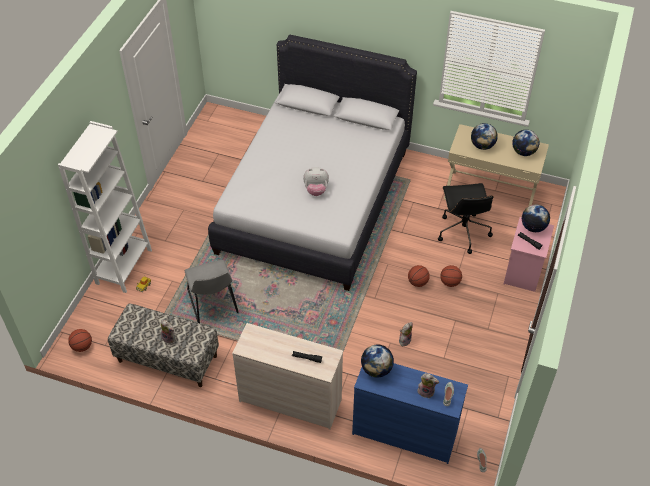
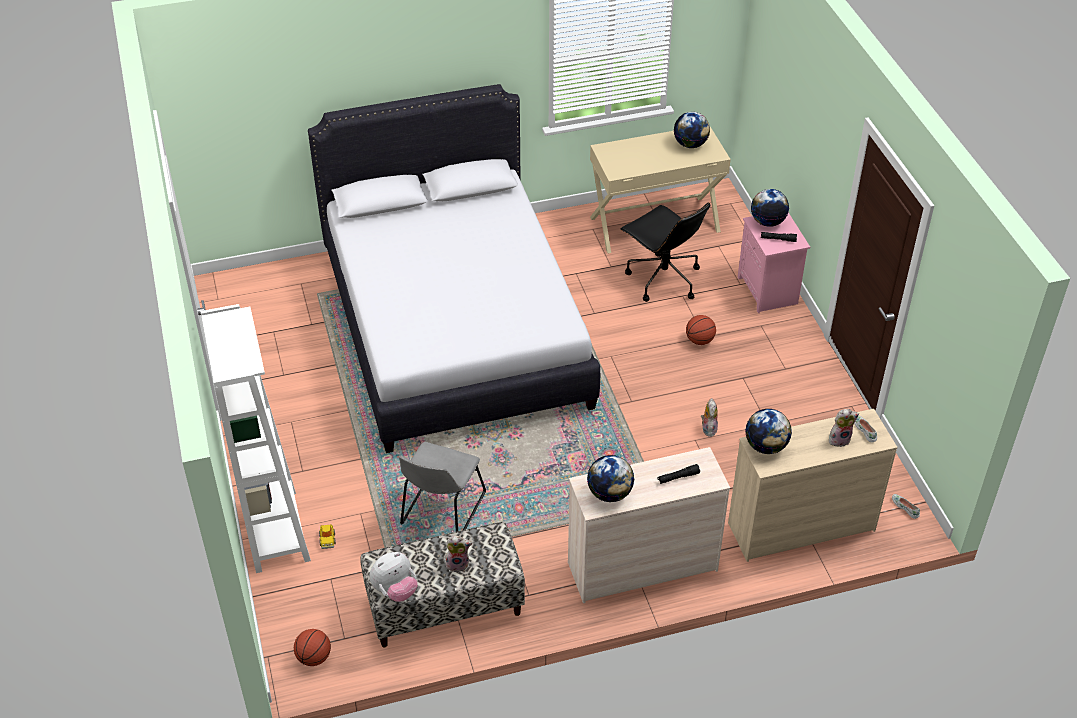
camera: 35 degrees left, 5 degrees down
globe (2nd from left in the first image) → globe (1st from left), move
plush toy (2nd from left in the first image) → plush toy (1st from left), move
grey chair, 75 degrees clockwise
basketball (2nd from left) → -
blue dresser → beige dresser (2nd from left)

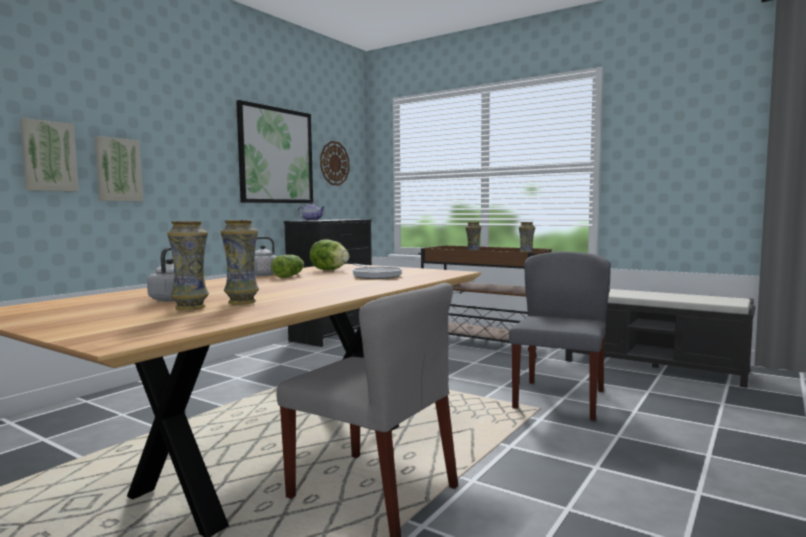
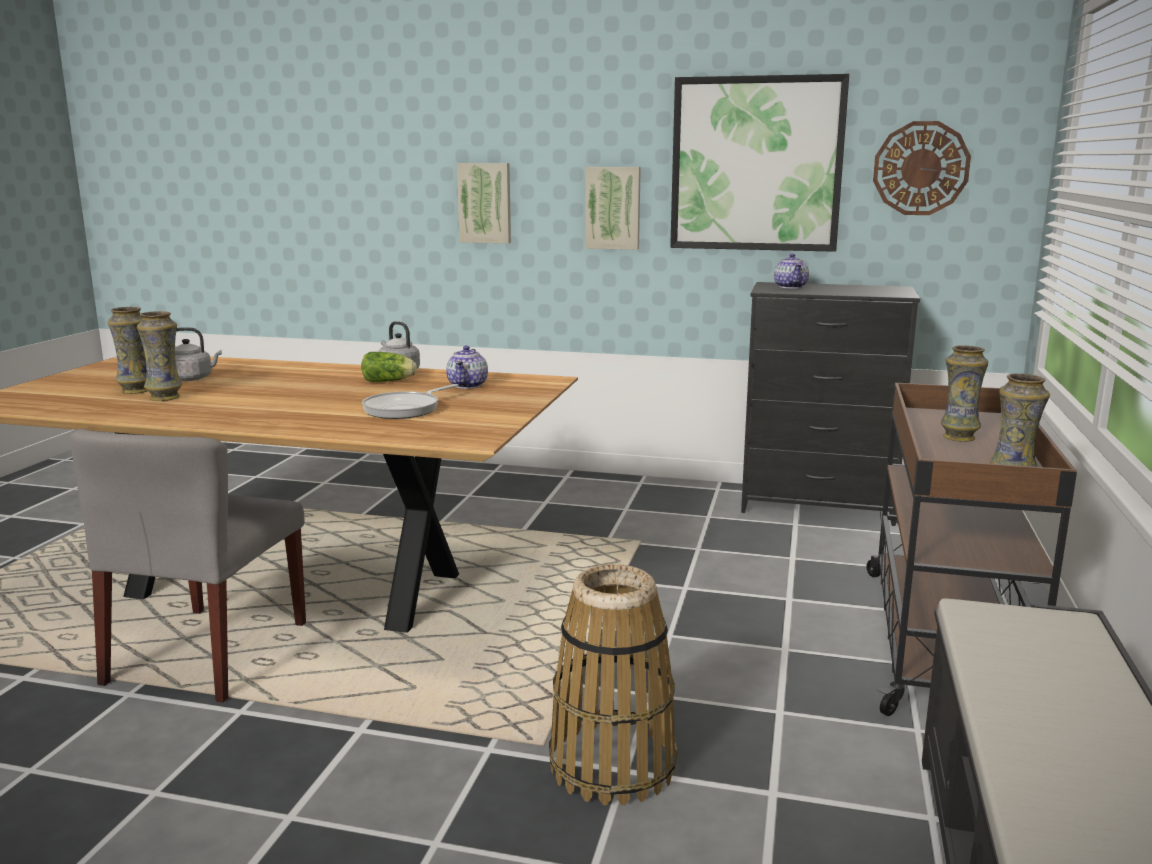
camera: 70 degrees right, 10 degrees up
picture (1st from left in the first image) → picture (2nd from left), move
lettuce (2nd from left) → teapot (1st from left)
grey chair (2nd from left) → basket

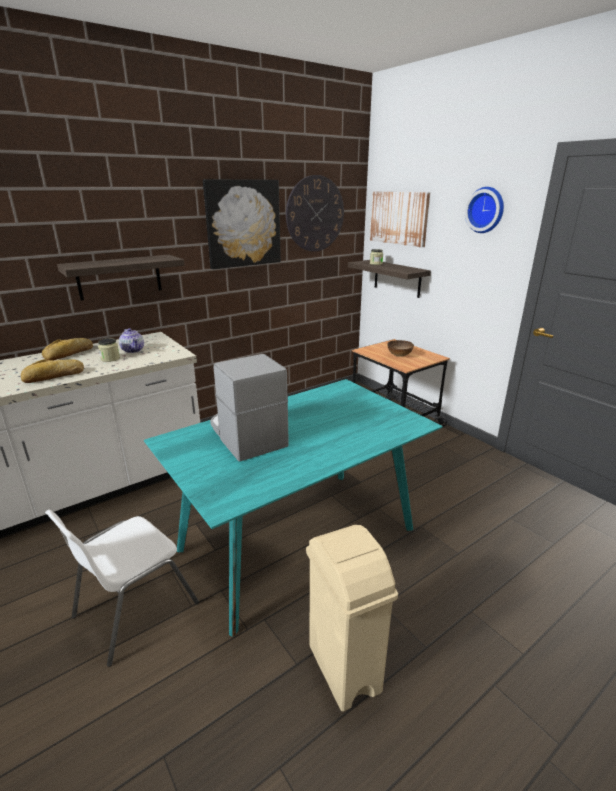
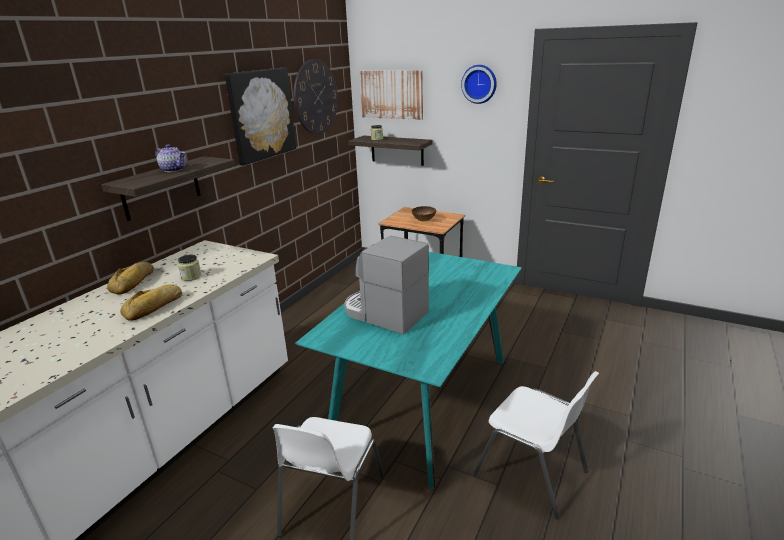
camera: 25 degrees left, 0 degrees up
teapot, move
beige trash can → white chair (2nd from left)

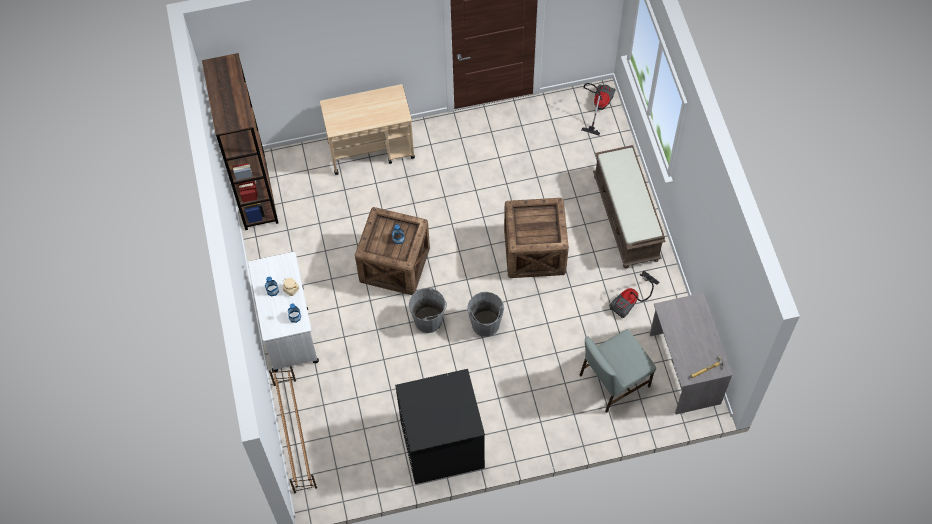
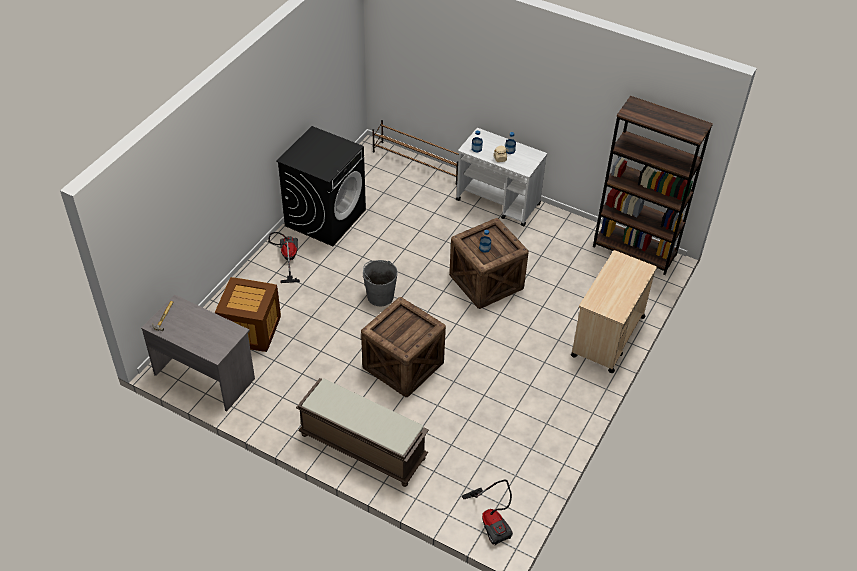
camera: 130 degrees right, 15 degrees down
vacuum cleaner (2nd from left in the first image) → vacuum cleaner (1st from left), move
grey bucket (1st from left) → -
grey chair → crate (1st from left)

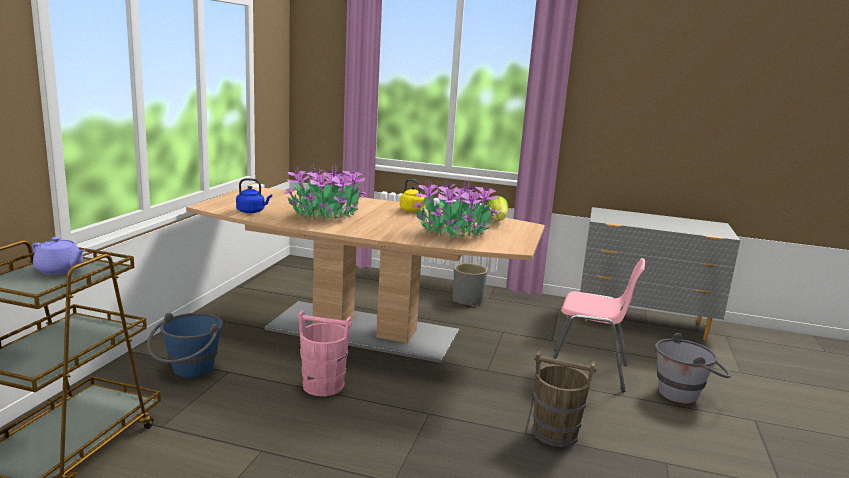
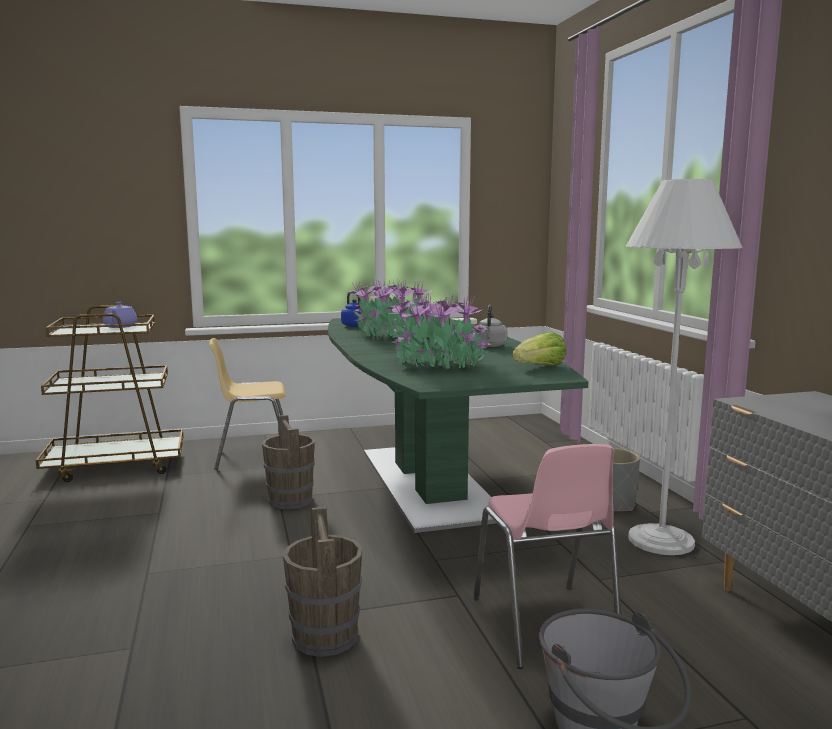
camera: 60 degrees right, 5 degrees down
yellow kettle → grey kettle
brown dining table → green dining table
pink bucket → brown bucket (1st from left)
blue bucket → yellow chair
- → white floor lamp

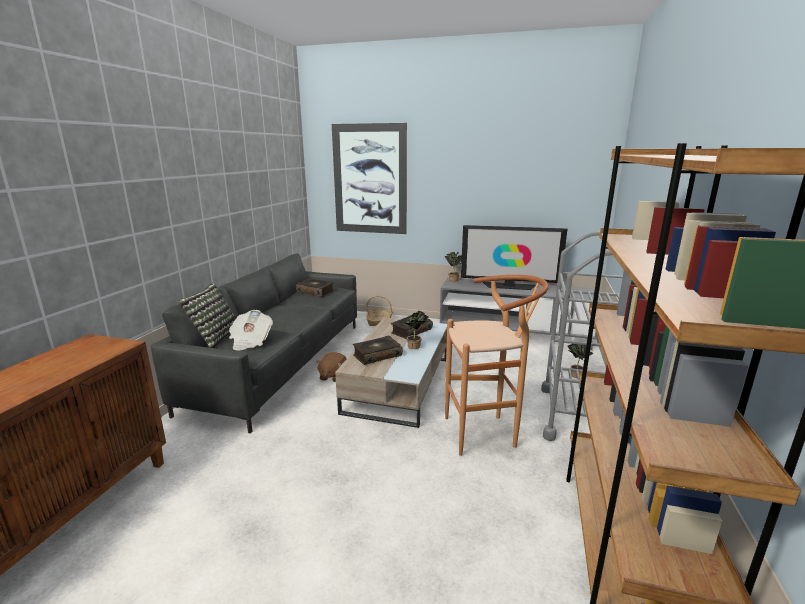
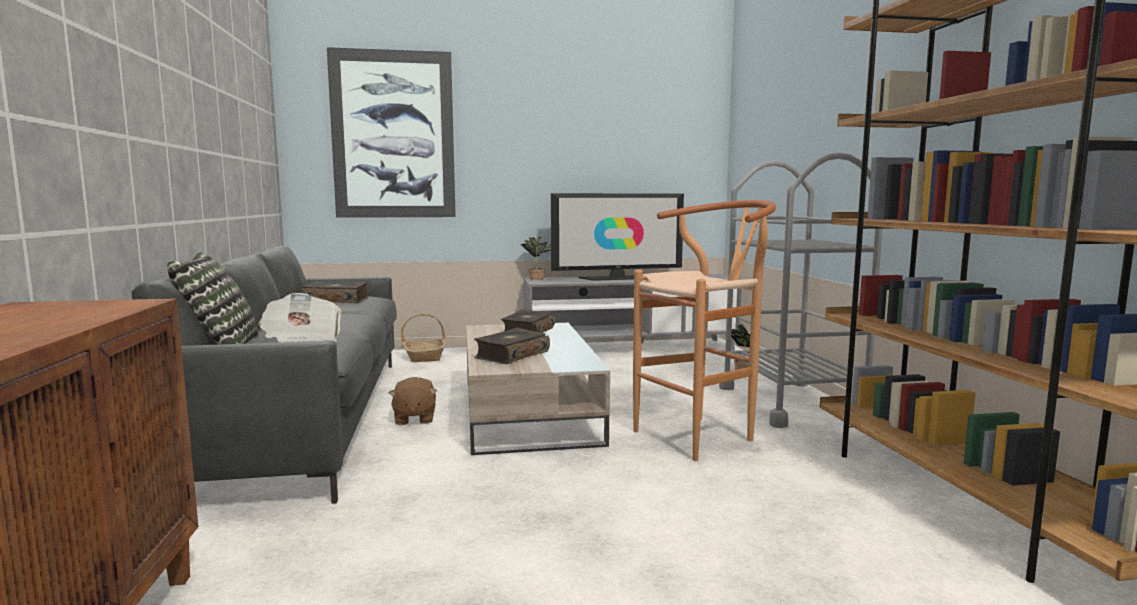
camera: 25 degrees left, 10 degrees down
potted plant (1st from left) → -

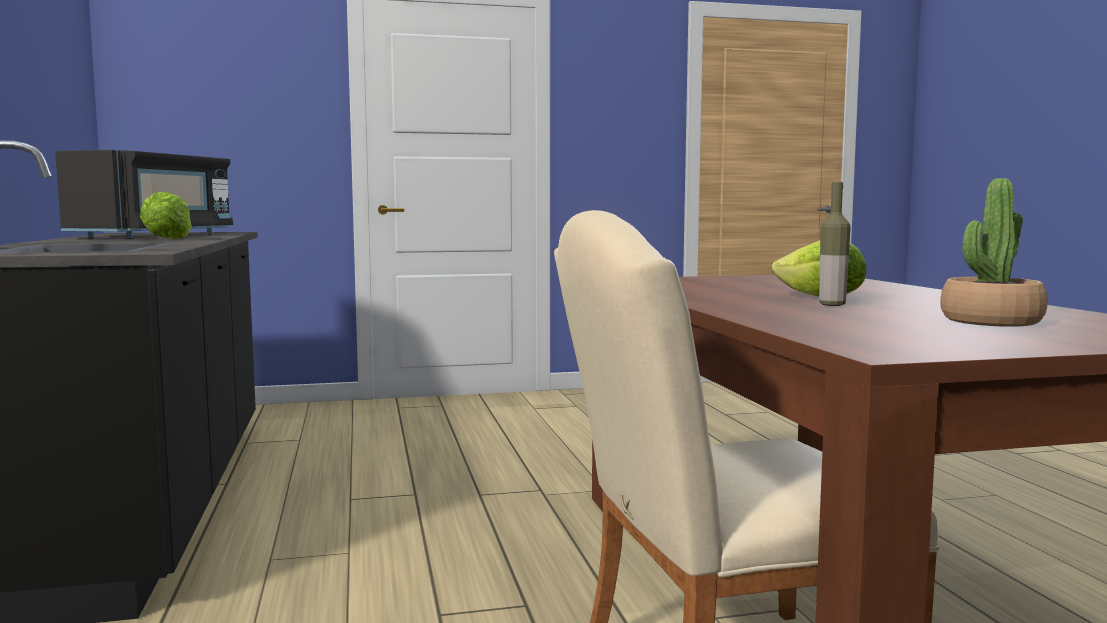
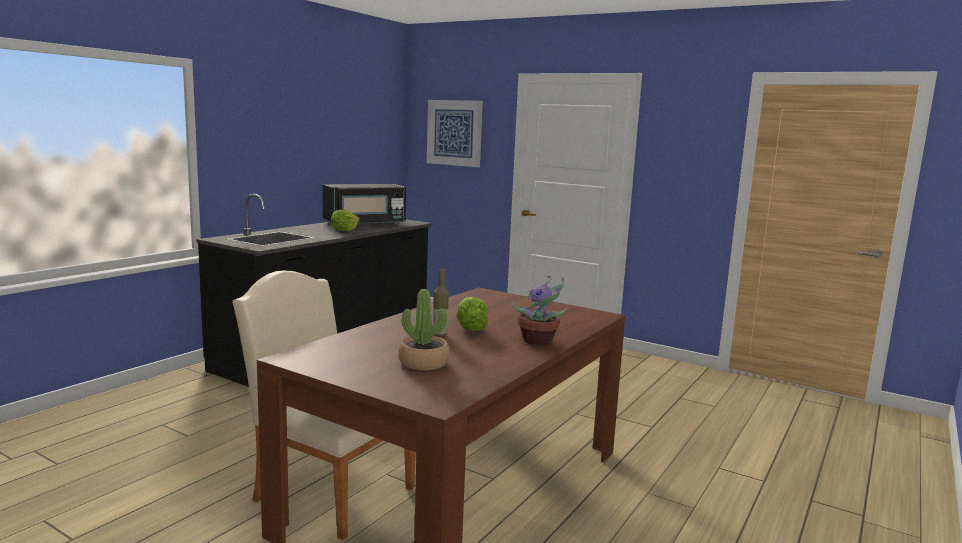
camera: 45 degrees right, 5 degrees up
- → picture
- → potted plant (2nd from left)

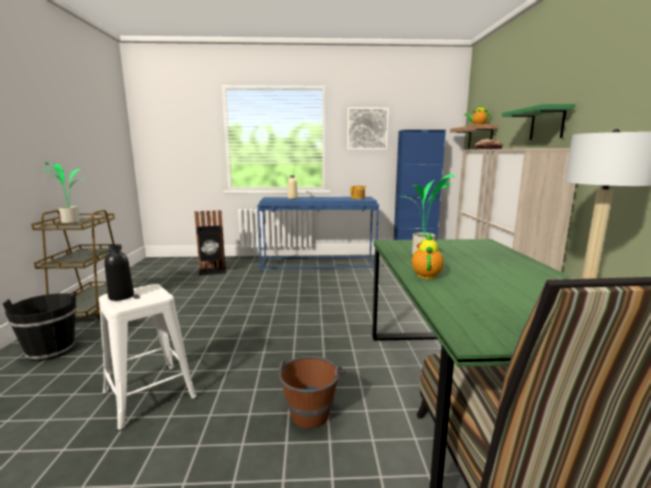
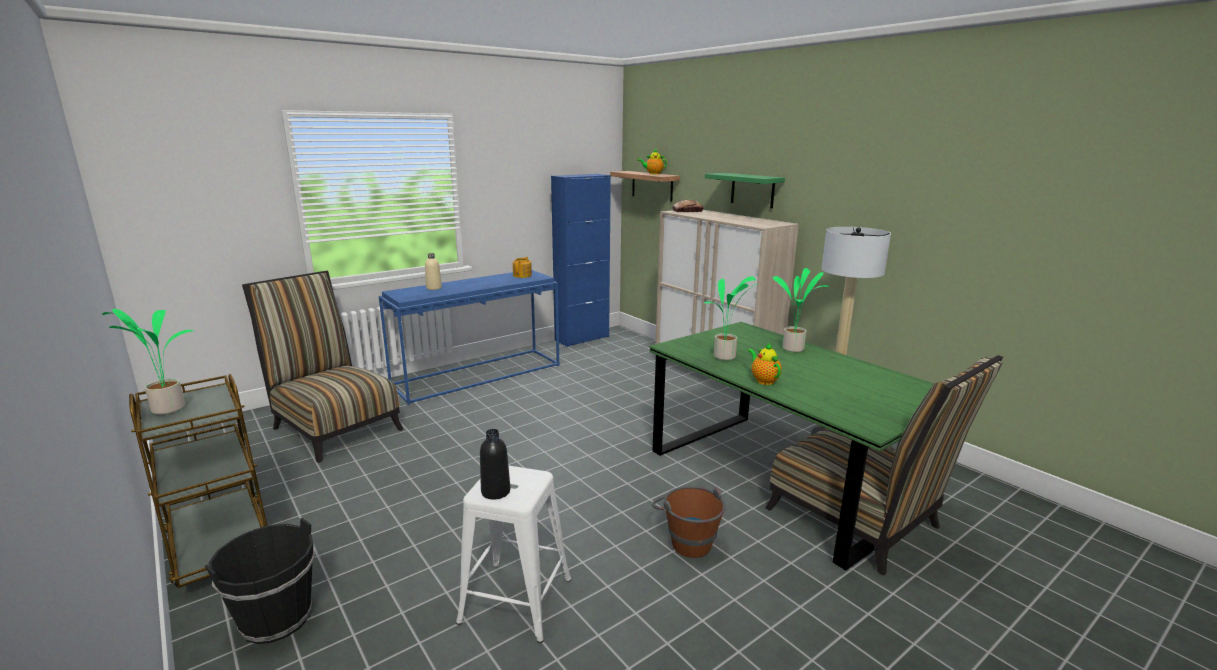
camera: 35 degrees left, 5 degrees up
picture → -
black trash can → chair (1st from left)
- → potted plant (3rd from left)

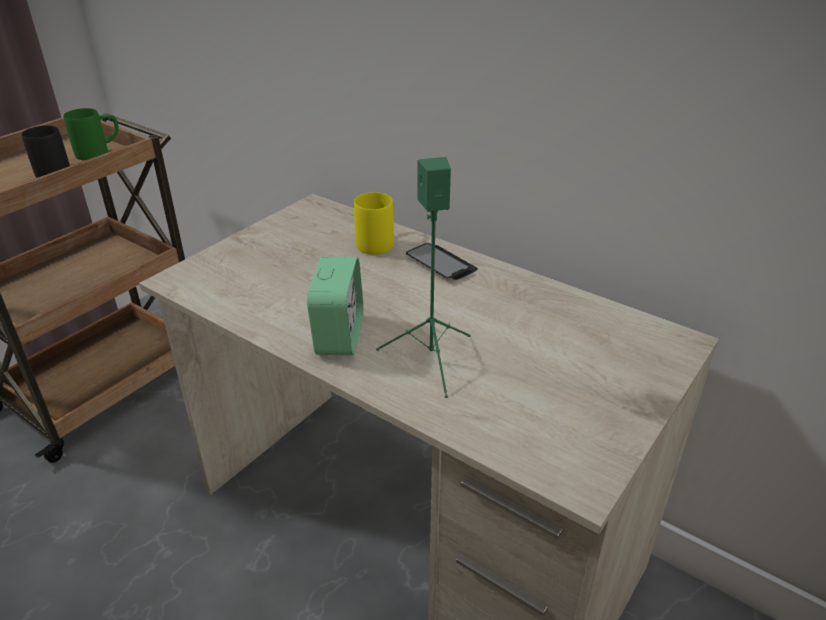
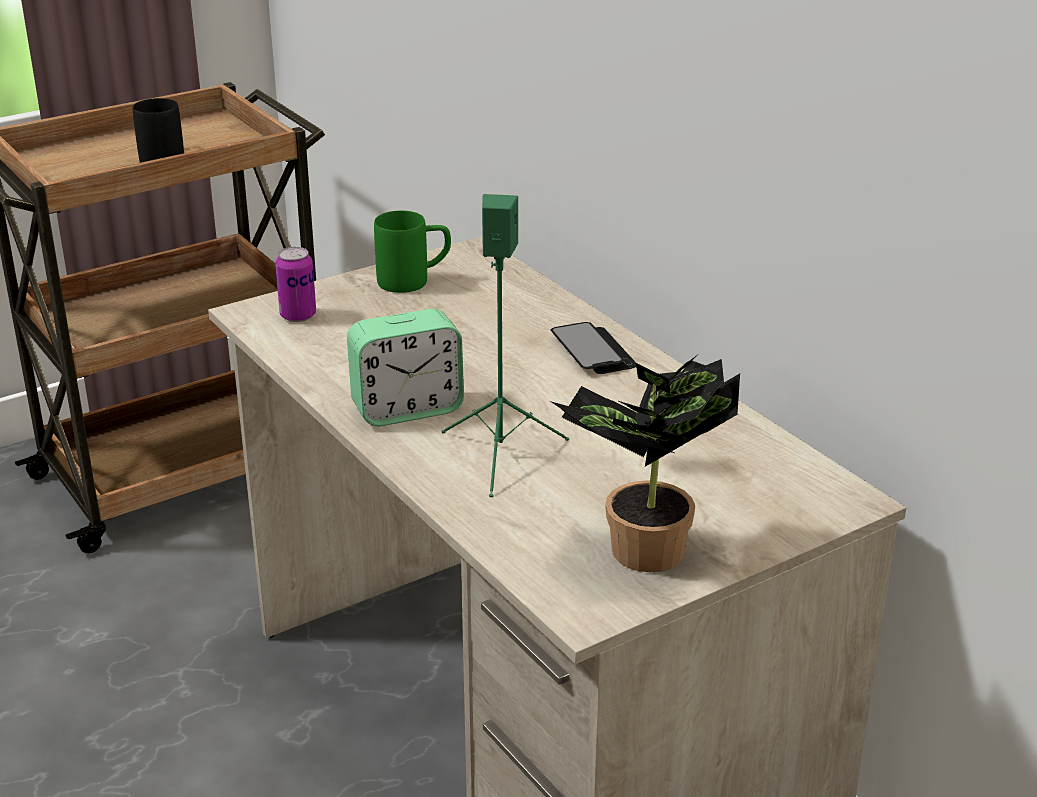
camera: 20 degrees right, 5 degrees down
green mug, move
yellow mug → -
alarm clock, 45 degrees clockwise
- → can
- → potted plant

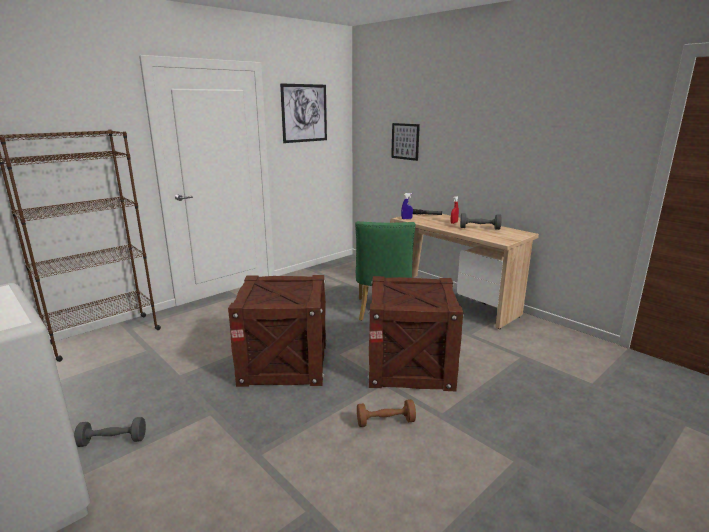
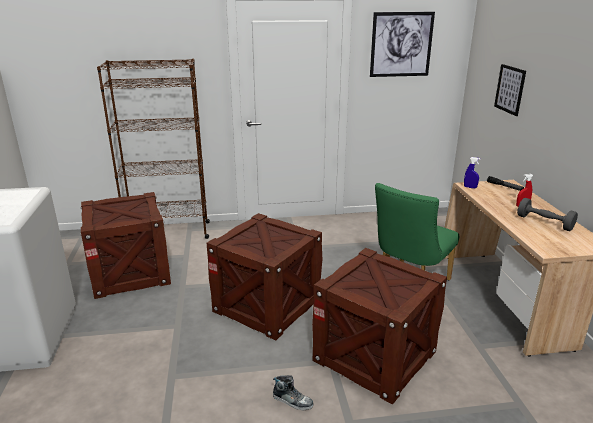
camera: 35 degrees right, 5 degrees up
brown dumbbell → shoe
grey dumbbell (1st from left) → -
- → crate (1st from left)

